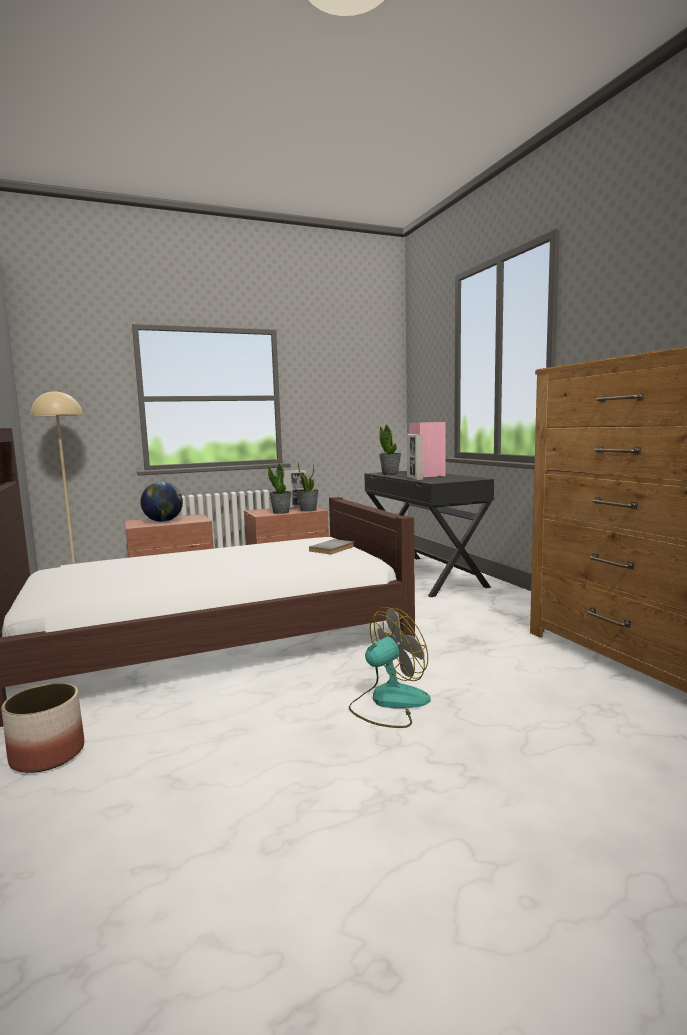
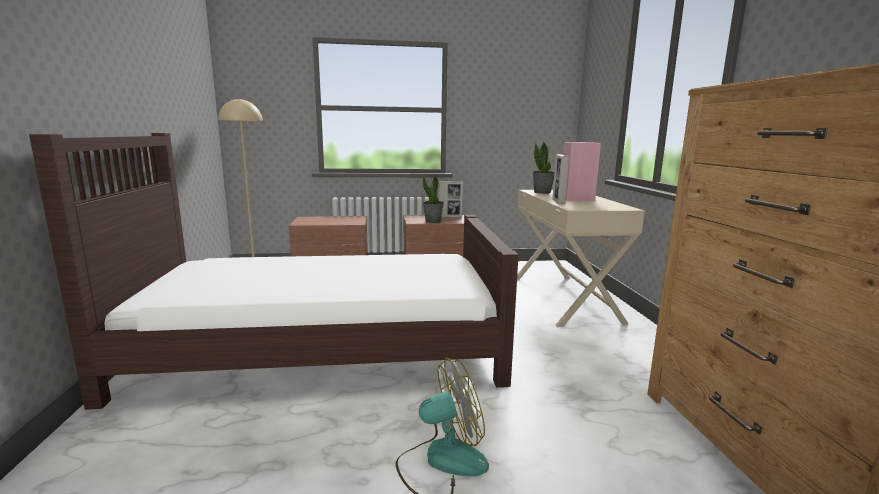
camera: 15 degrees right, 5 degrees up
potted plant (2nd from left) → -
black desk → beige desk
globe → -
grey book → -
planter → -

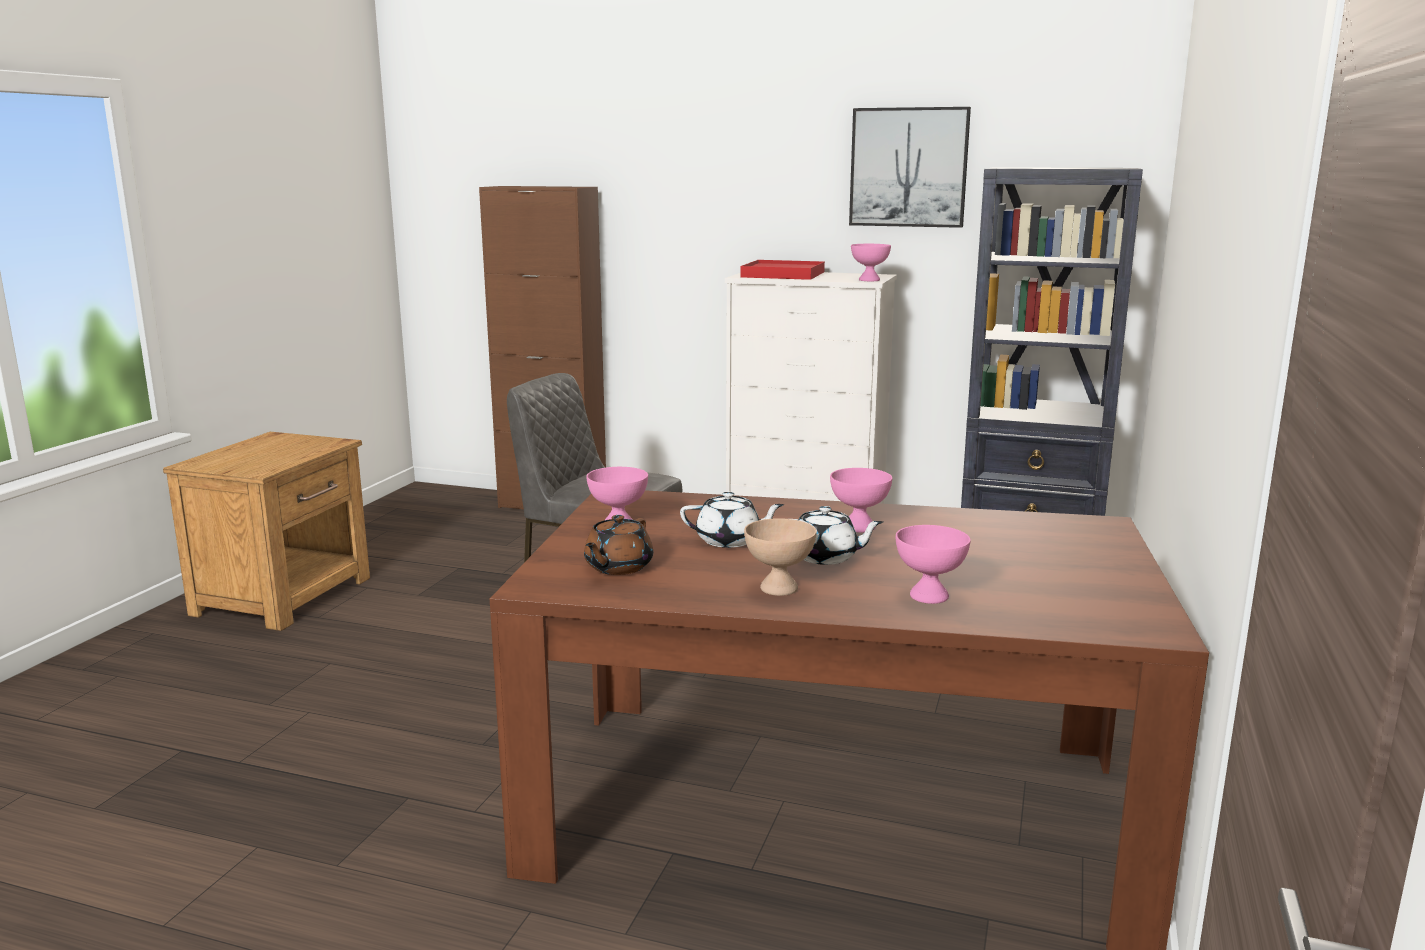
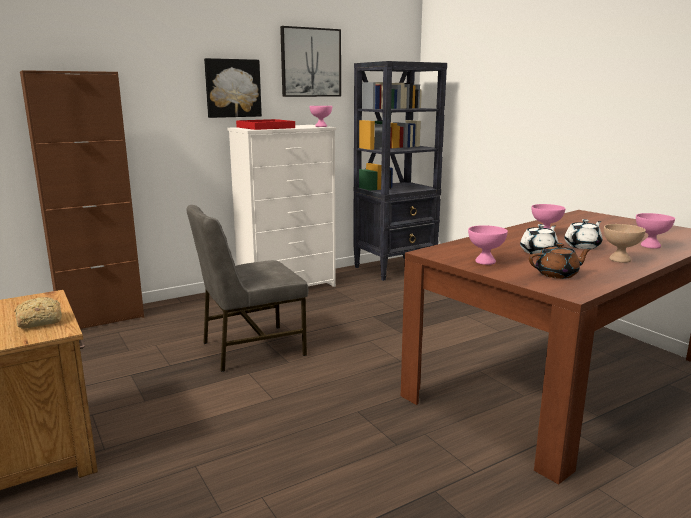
camera: 50 degrees left, 0 degrees up
brown teapot, 75 degrees counterclockwise
- → picture (1st from left)
- → bread

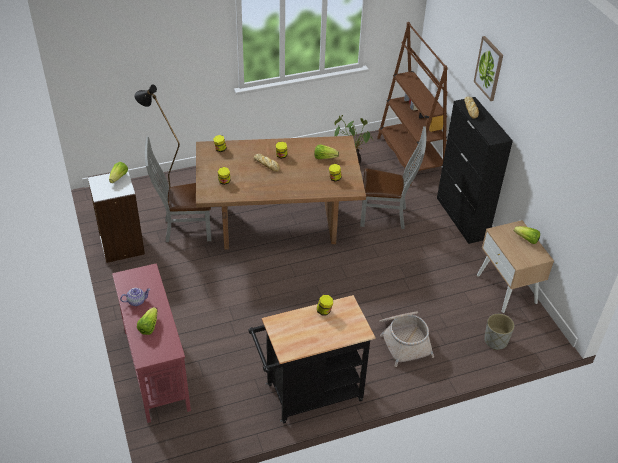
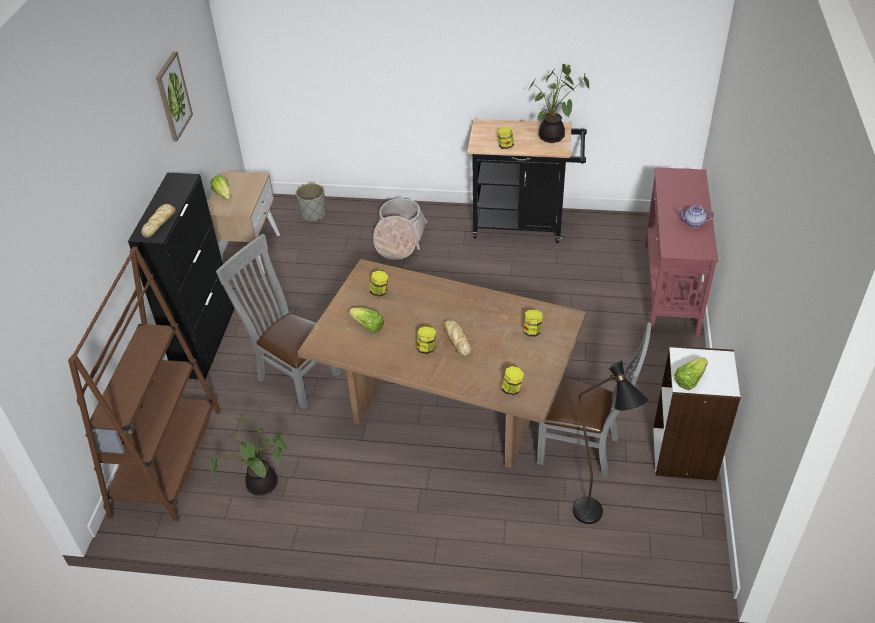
camera: 150 degrees left, 0 degrees up
picture, move
lettuce (2nd from left) → -
- → potted plant (2nd from left)

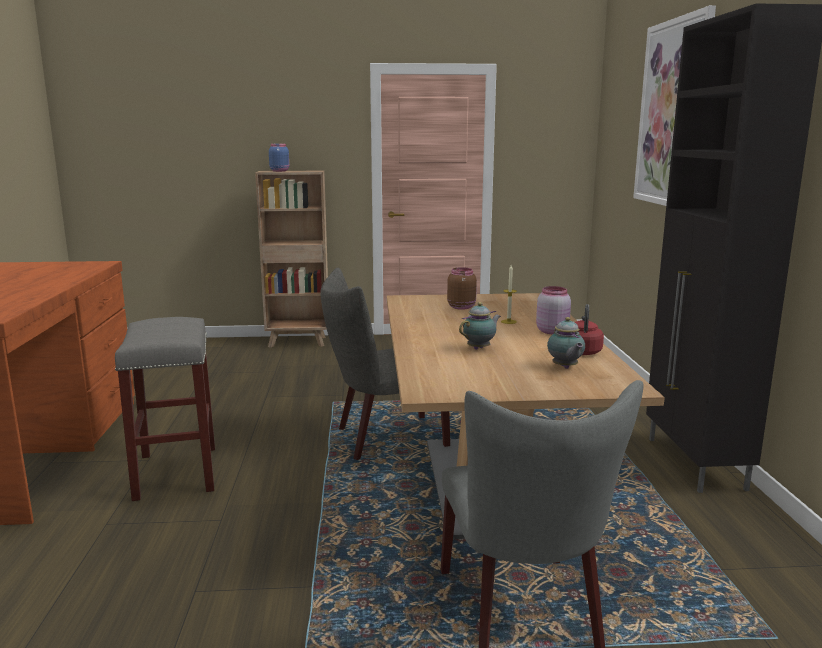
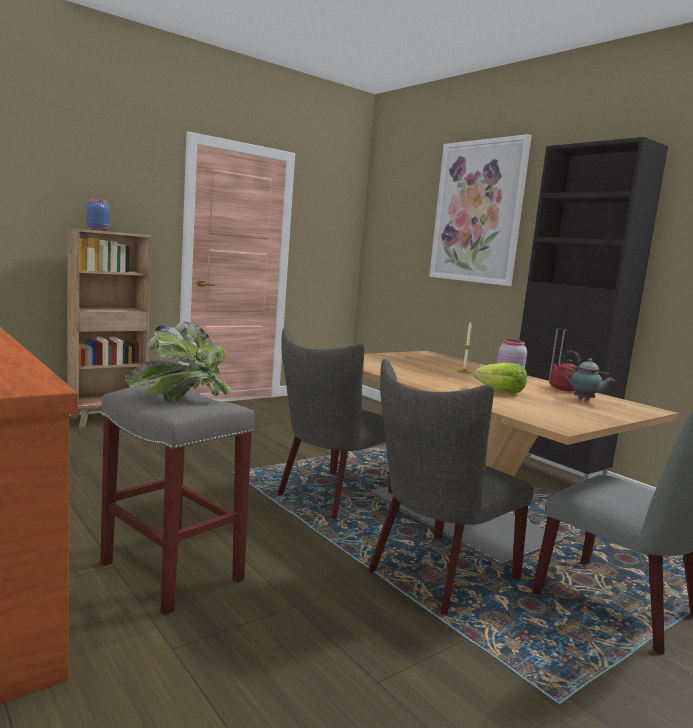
camera: 35 degrees left, 5 degrees down
brown jar → -
teapot (1st from left) → lettuce
- → potted plant
- → grey chair (2nd from left)

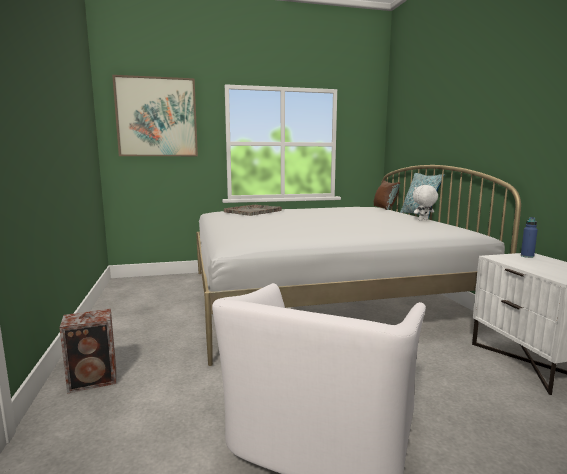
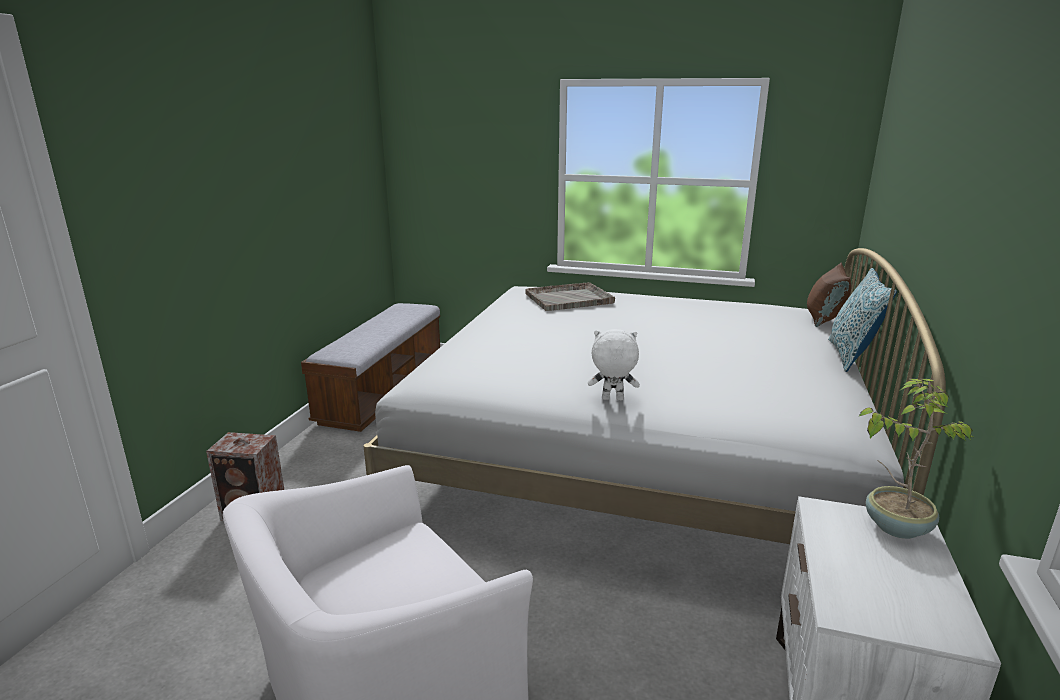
camera: 30 degrees right, 10 degrees up
picture → -
white plush toy, move
blue bottle → potted plant
- → bench

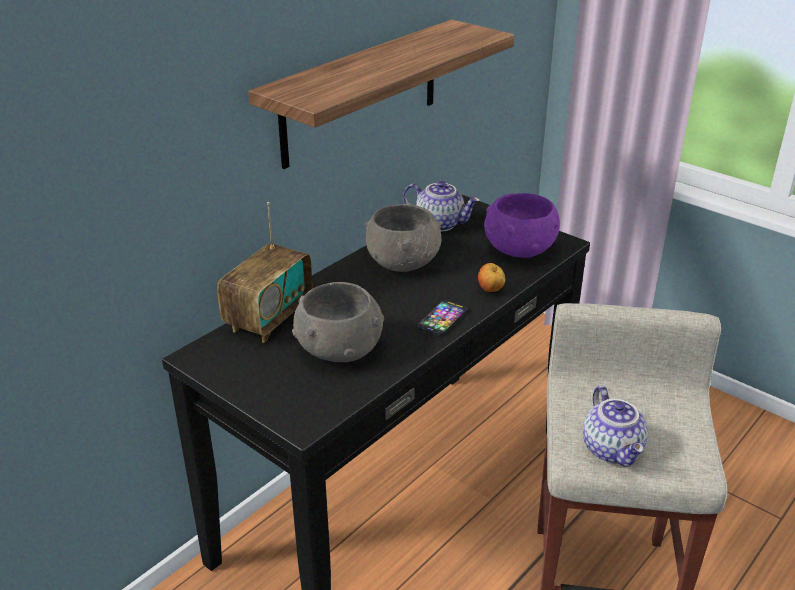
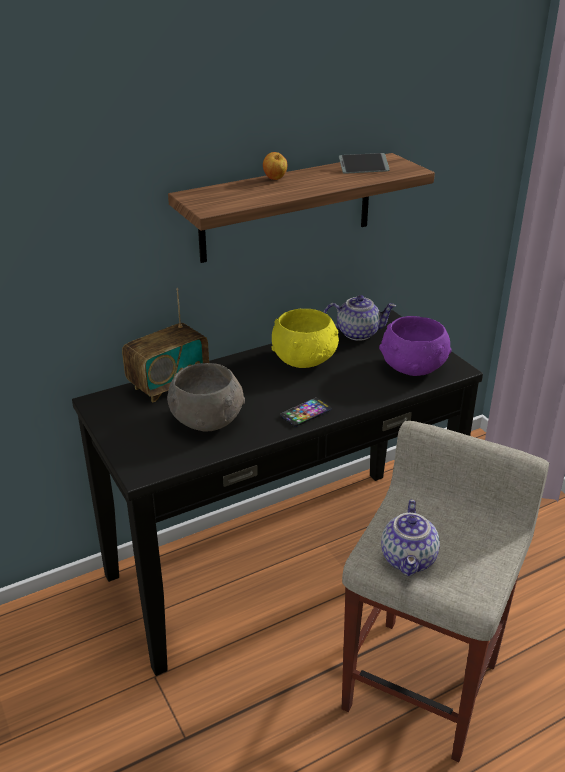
camera: 20 degrees right, 0 degrees up
teapot (1st from left), 45 degrees counterclockwise
grey bowl (2nd from left) → yellow bowl
apple, move
- → phone (2nd from left)

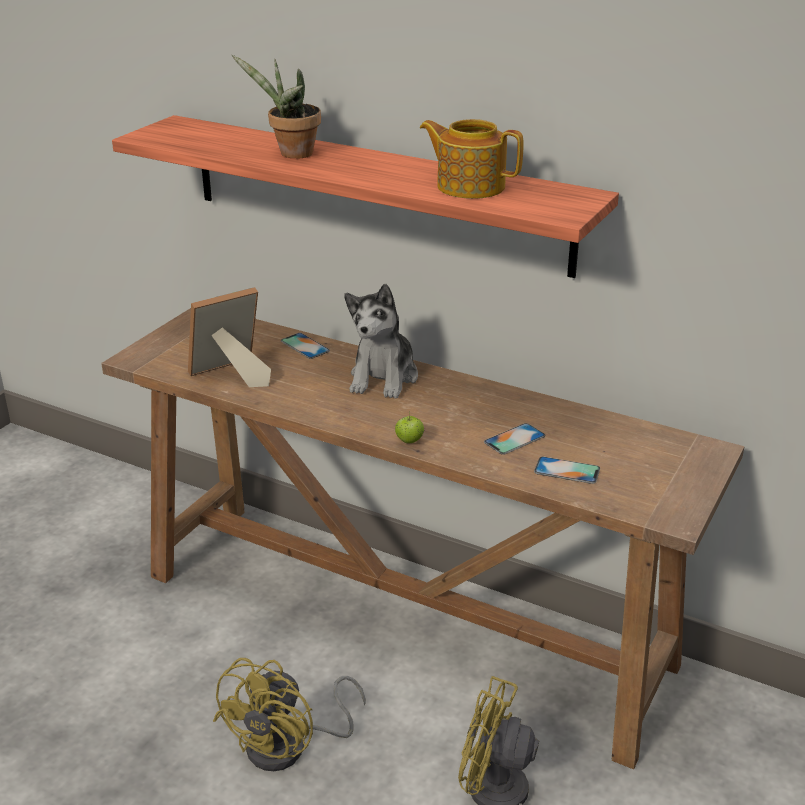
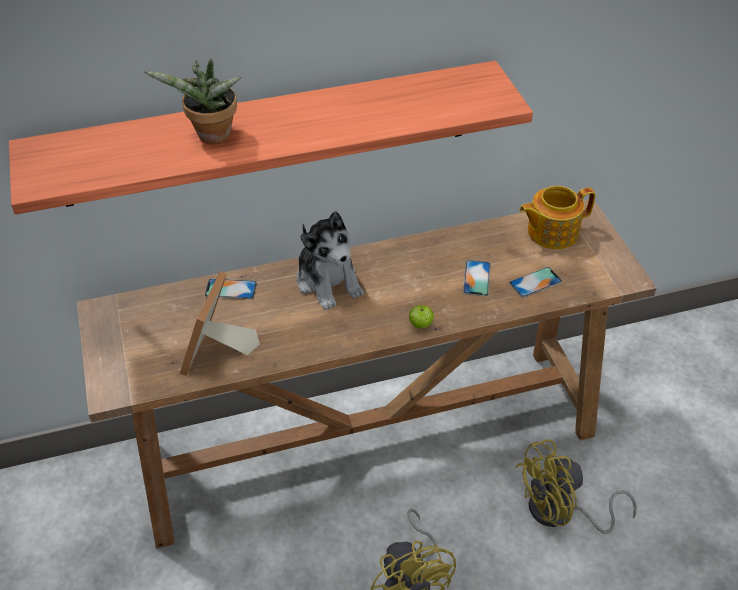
camera: 45 degrees left, 15 degrees up
teapot, move

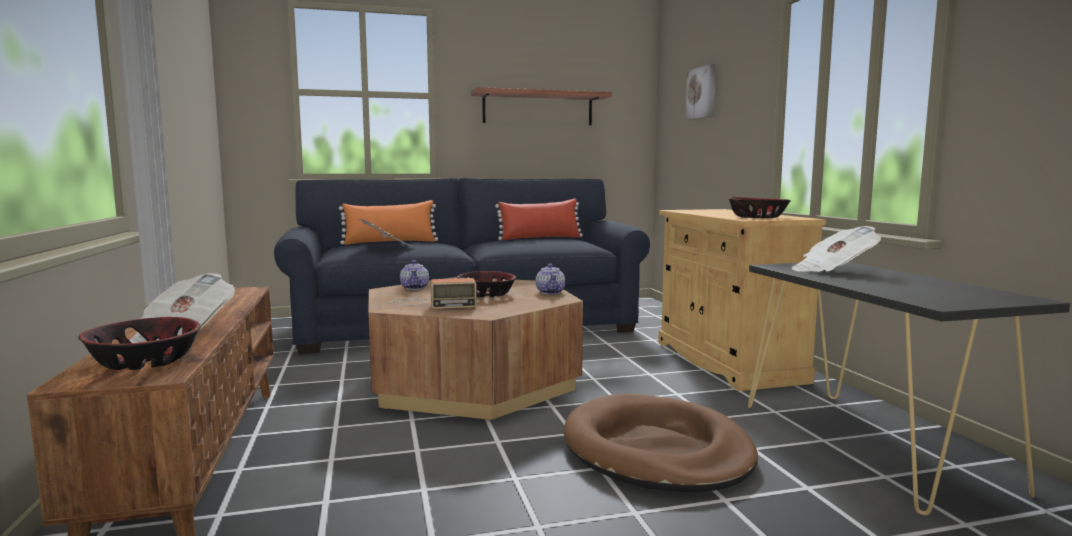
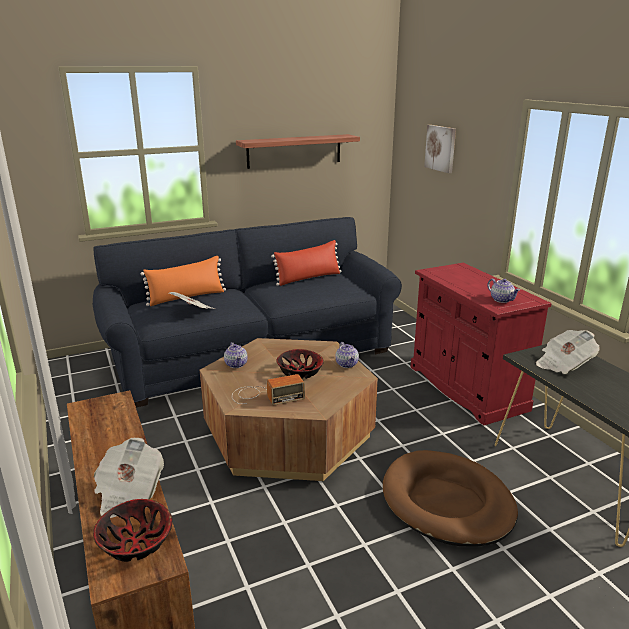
camera: 10 degrees left, 15 degrees up
bowl (3rd from left) → teapot (3rd from left)
beige cabinet → red cabinet

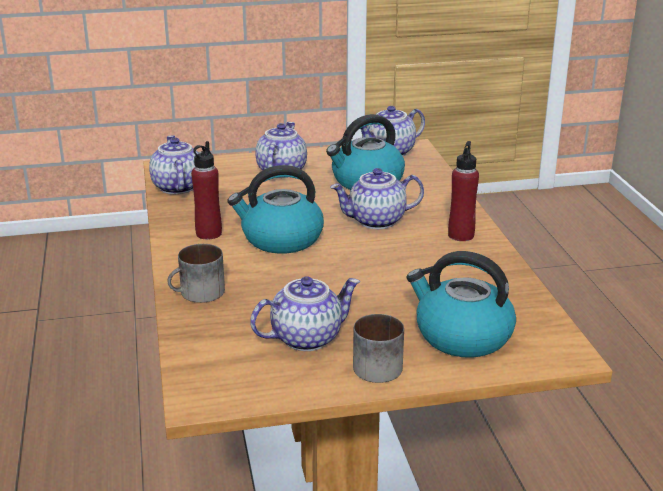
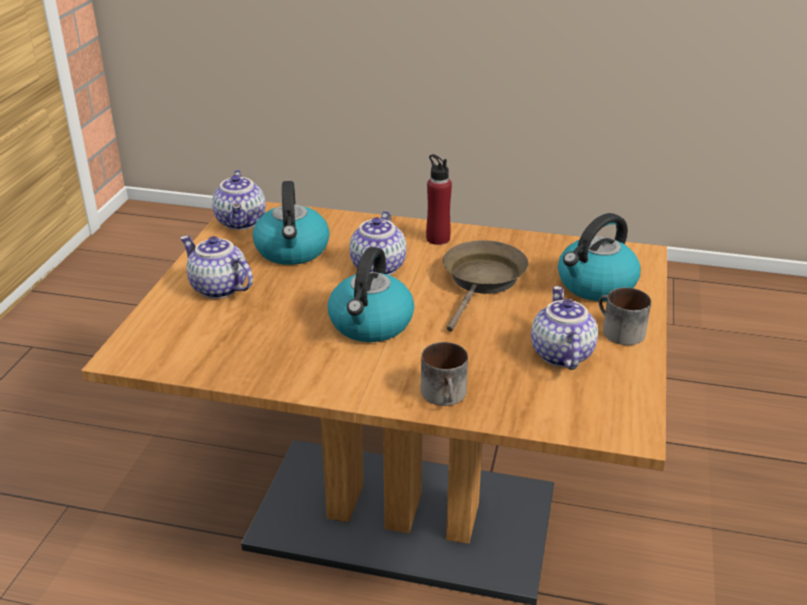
camera: 65 degrees left, 5 degrees up
teapot (1st from left) → -
red bottle (1st from left) → -
- → brown frying pan

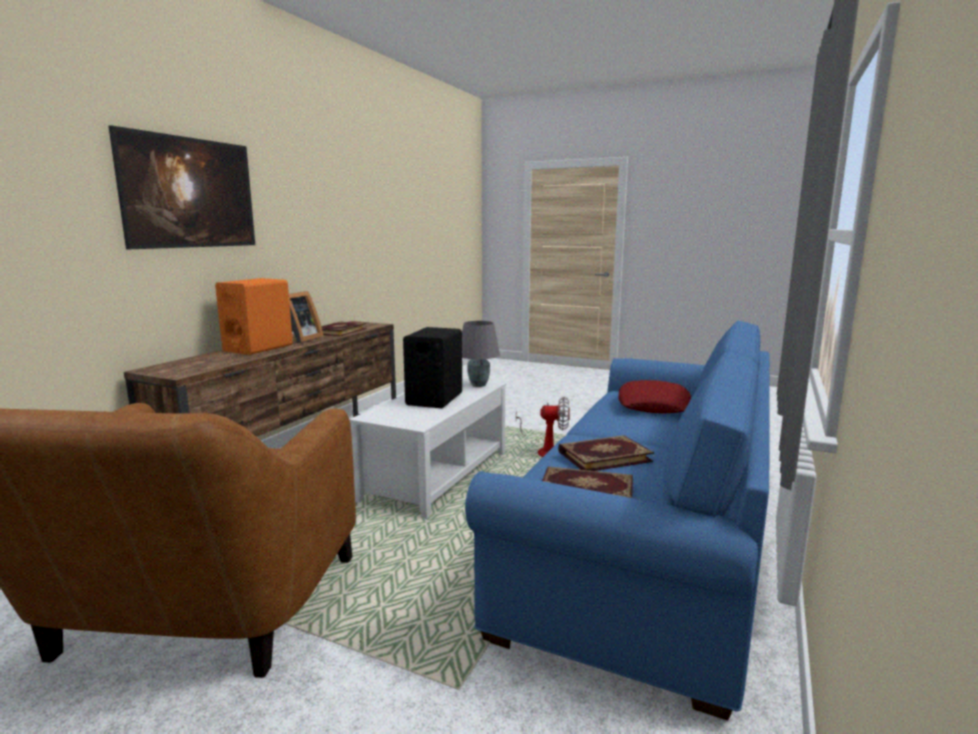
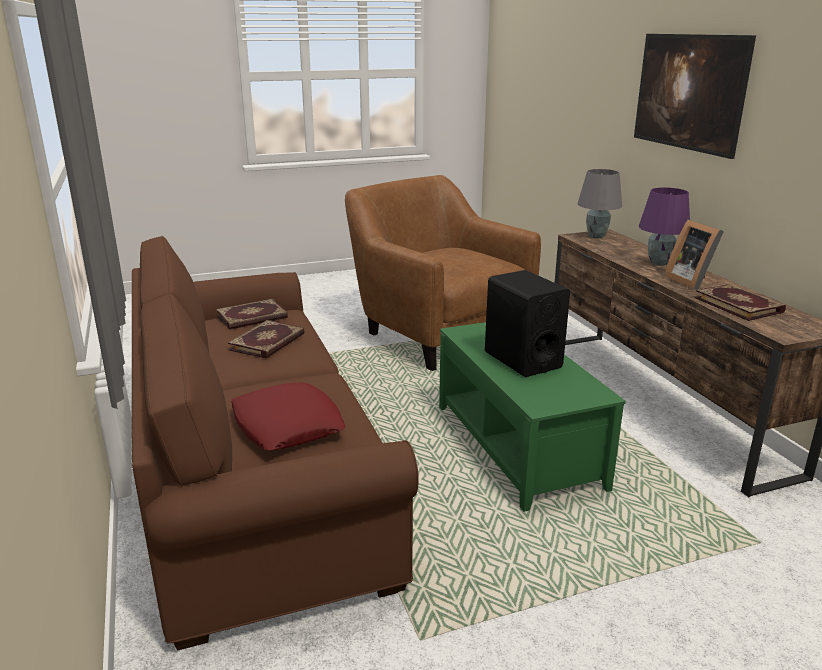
camera: 135 degrees right, 10 degrees up
orange speaker → purple table lamp
blue sofa → brown sofa
grey table lamp, move
white coffee table → green coffee table
fan → -

